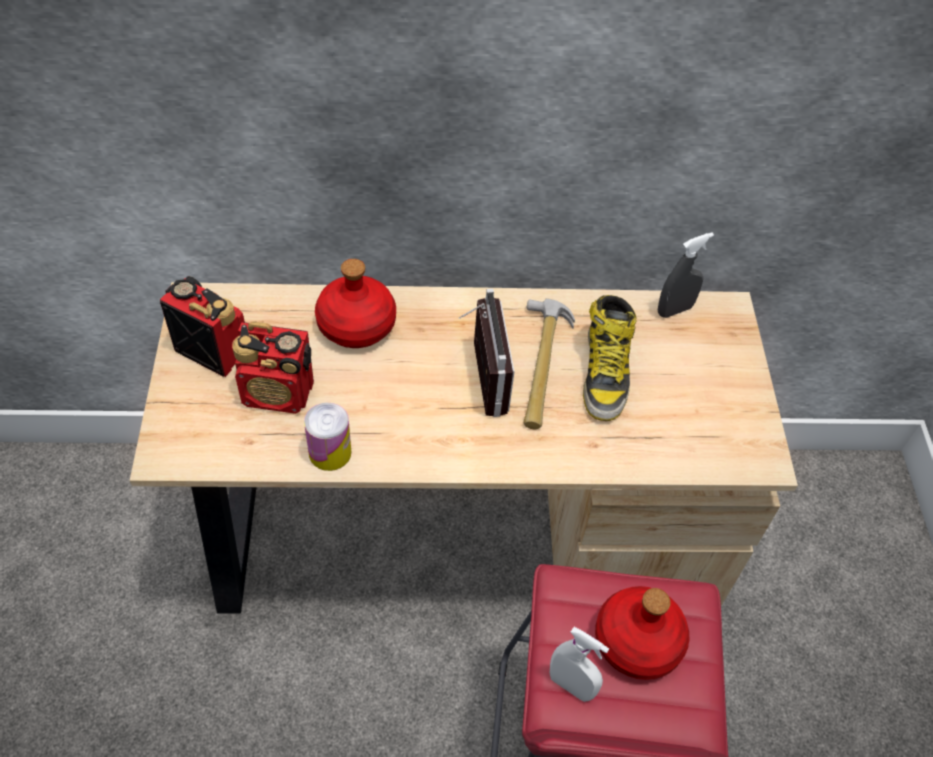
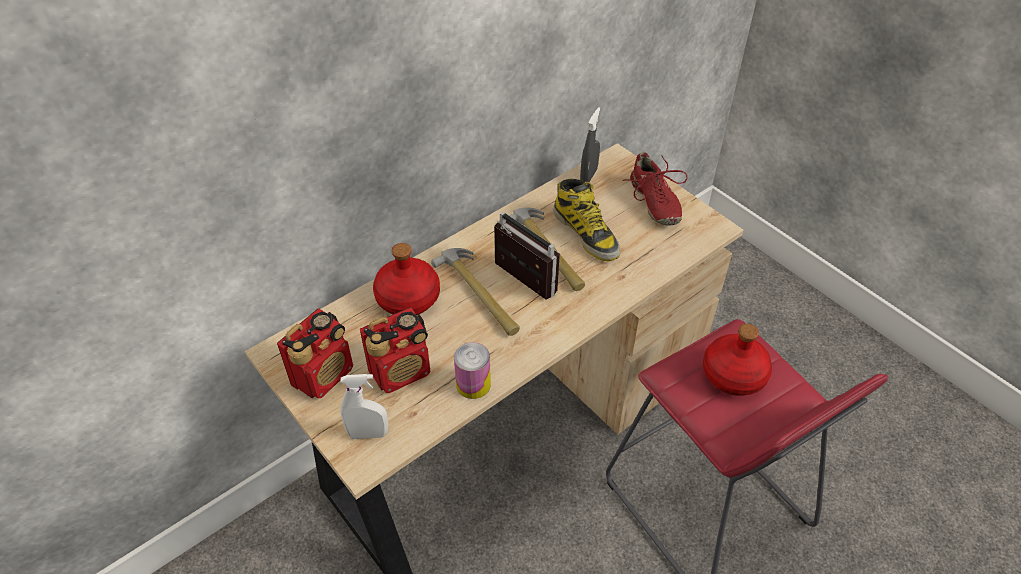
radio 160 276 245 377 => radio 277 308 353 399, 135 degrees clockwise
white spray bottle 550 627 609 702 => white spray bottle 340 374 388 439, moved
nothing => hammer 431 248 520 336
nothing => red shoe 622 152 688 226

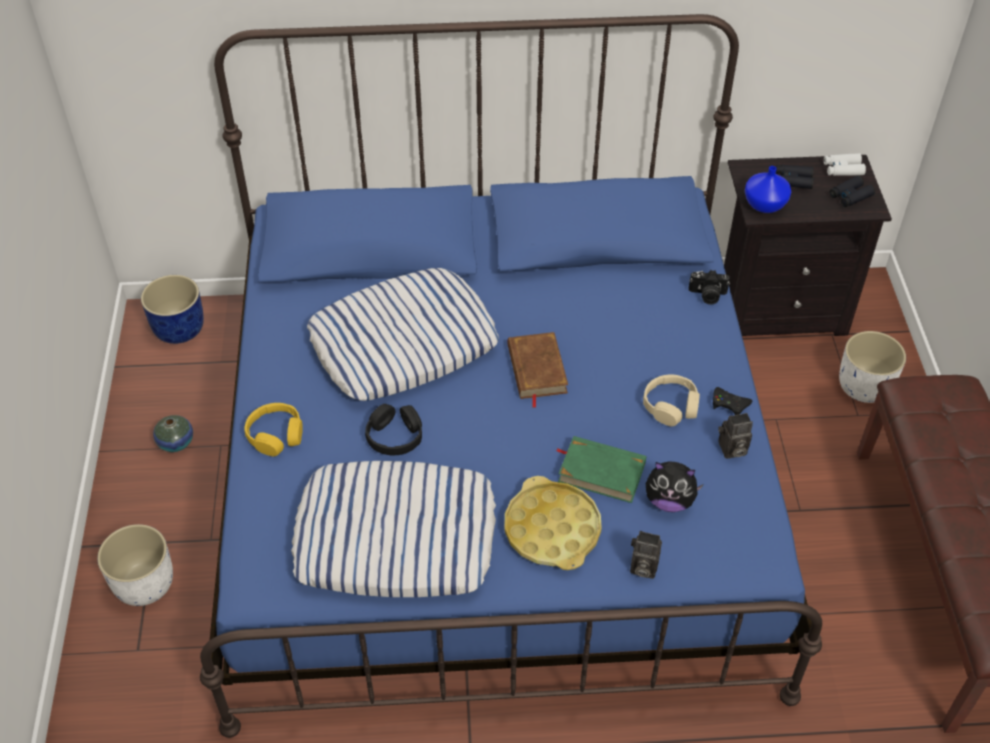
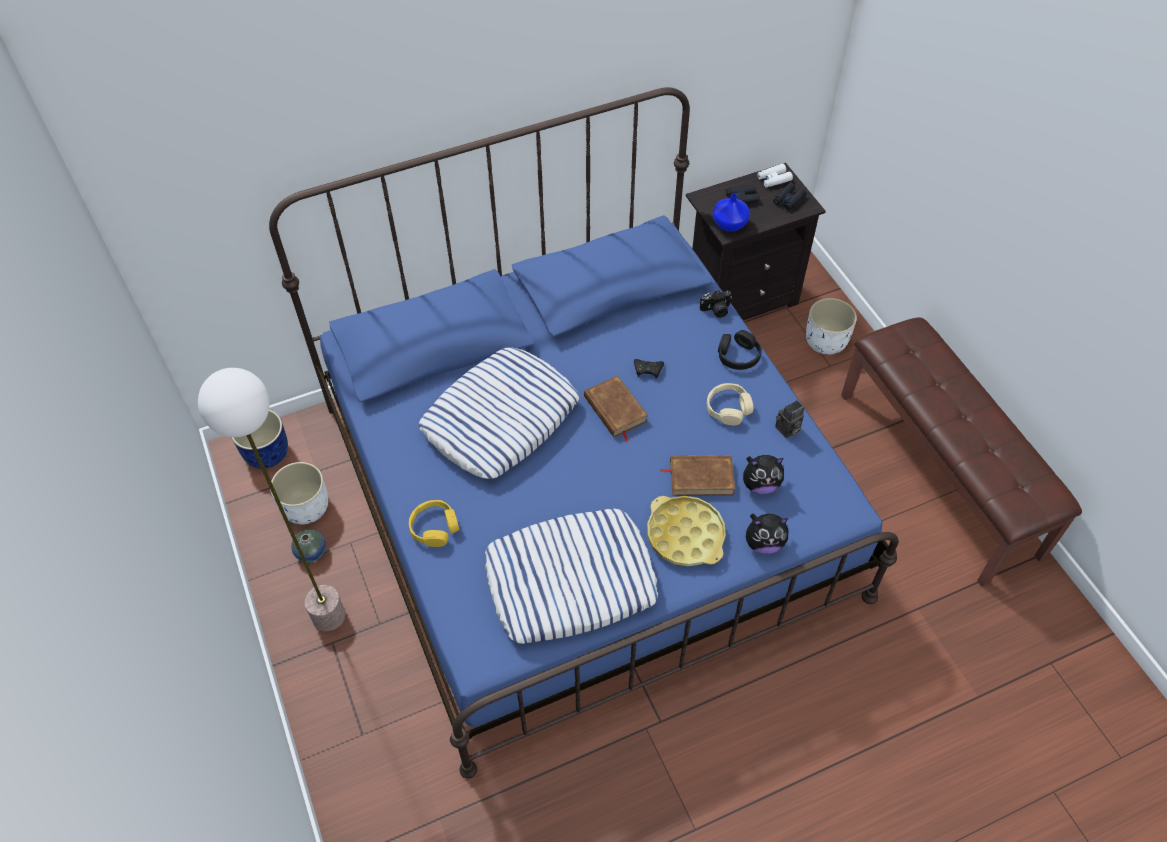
nothing => floor lamp 198 368 345 632
white planter 97 524 173 606 => white planter 270 462 328 524, moved
black game controller 713 387 752 415 => black game controller 634 359 664 379, moved
green book 556 436 646 503 => brown book 660 455 735 496
black headphones 365 404 422 455 => black headphones 718 330 762 370, moved
photo camera 630 531 662 579 => plush toy 746 513 789 554

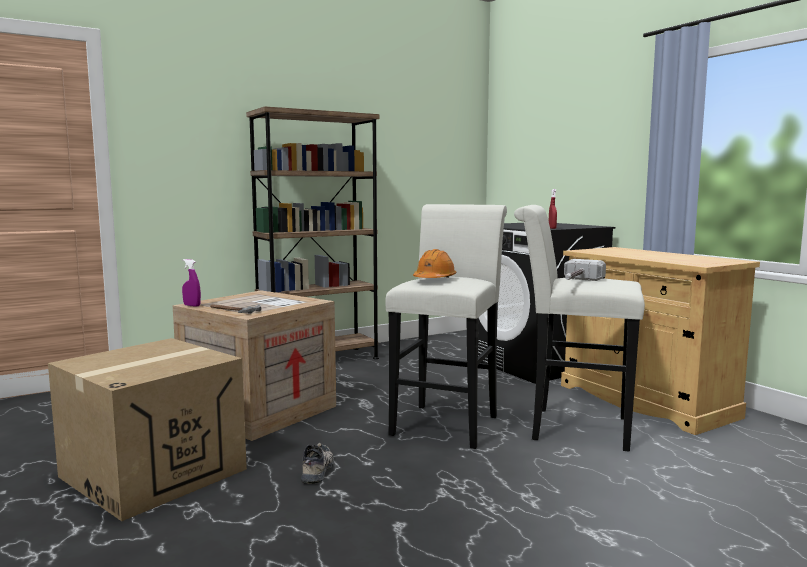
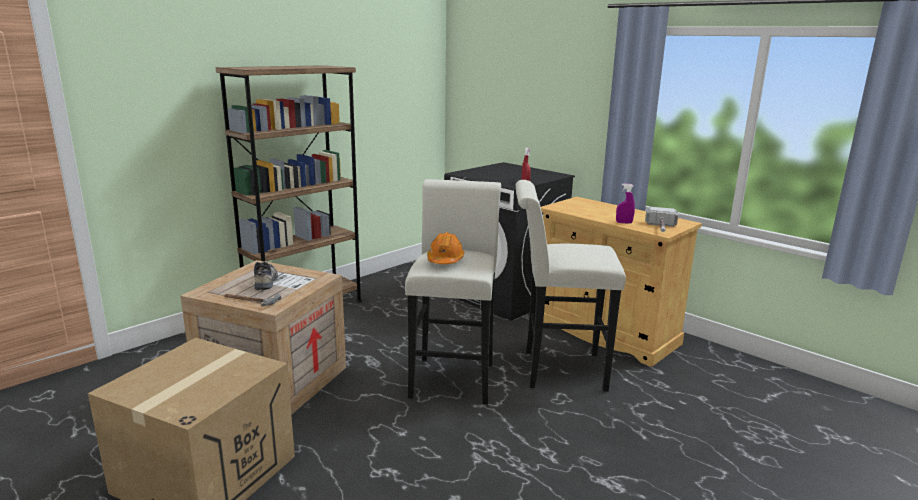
shoe 301 443 334 484 => shoe 254 261 278 290, moved
purple spray bottle 182 259 201 307 => purple spray bottle 616 183 635 224, moved
hammer 564 259 606 281 => hammer 645 207 678 232, moved

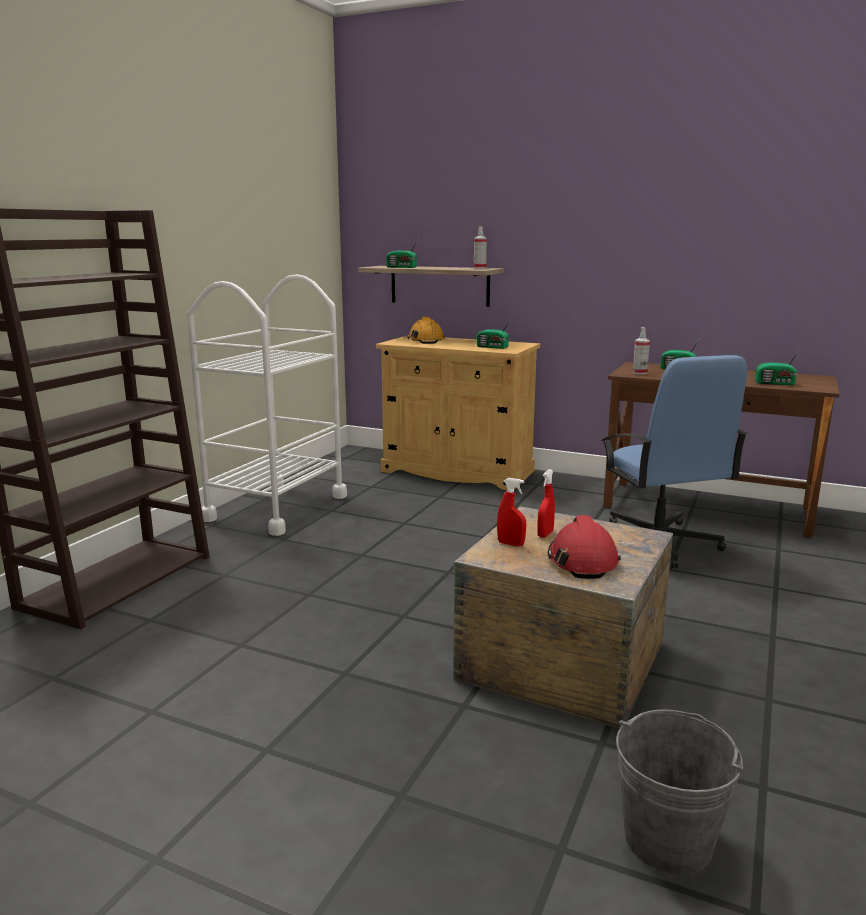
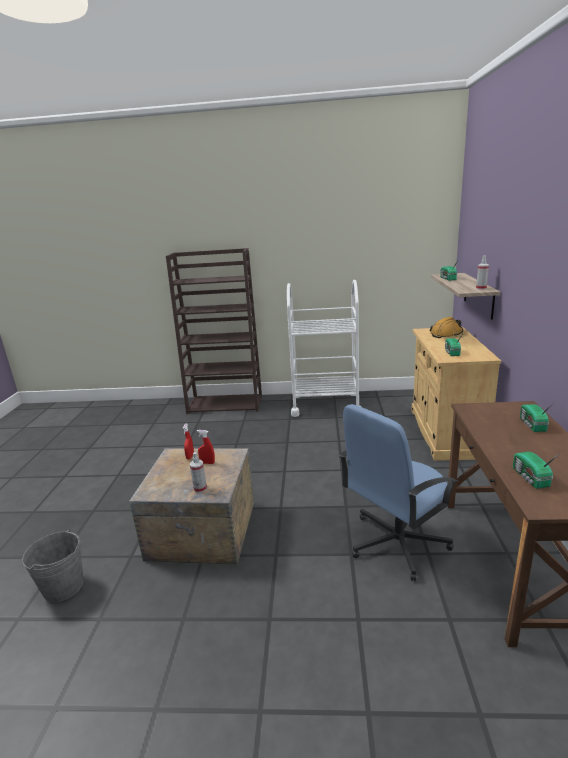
spray bottle 633 327 650 375 => spray bottle 190 452 207 493, moved
red hard hat 548 515 621 579 => nothing

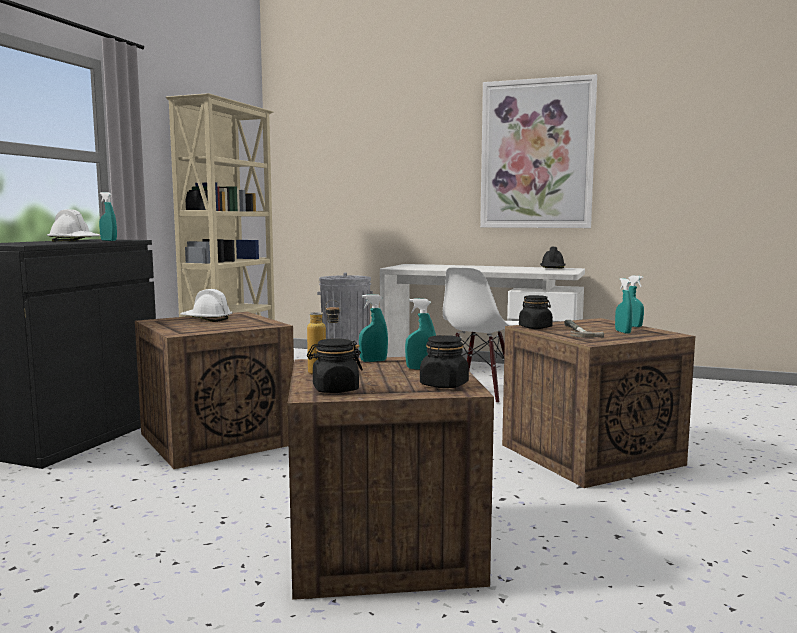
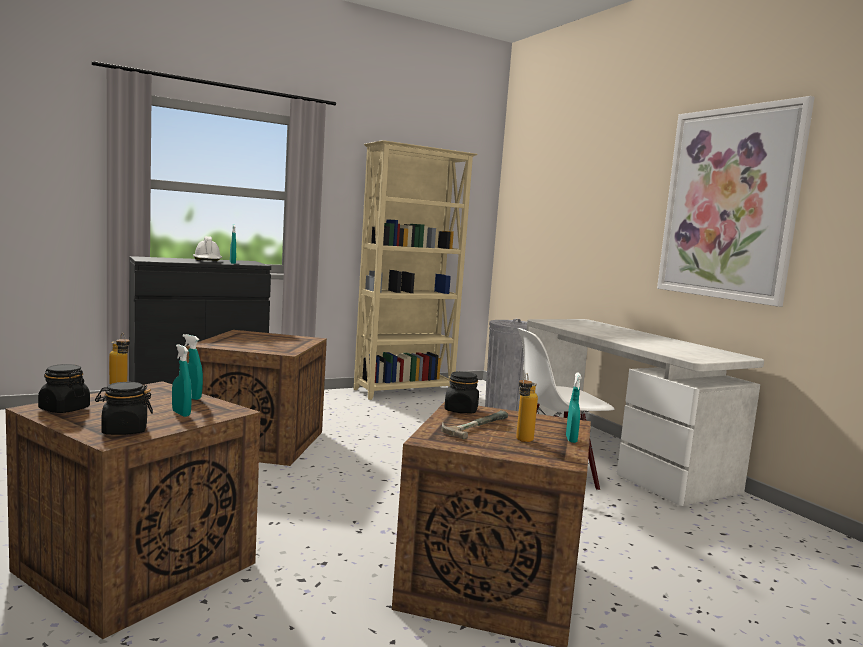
turquoise spray bottle 615 278 633 334 => bottle 516 373 538 442
white hard hat 180 289 233 322 => nothing
black hard hat 540 247 566 268 => nothing

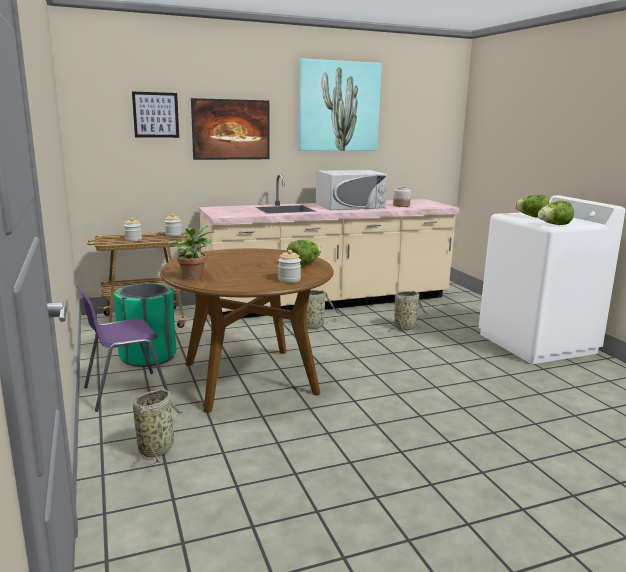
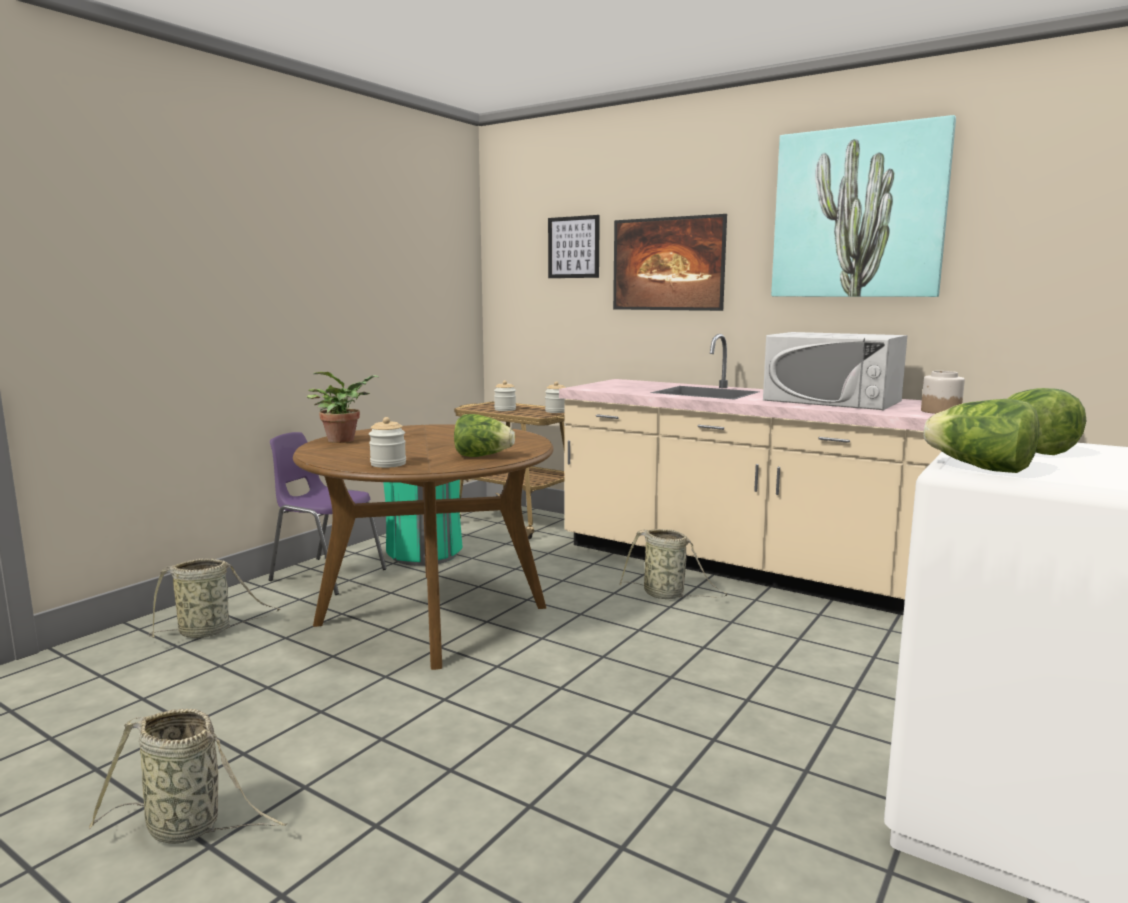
basket 388 291 428 331 => basket 89 709 287 844, moved

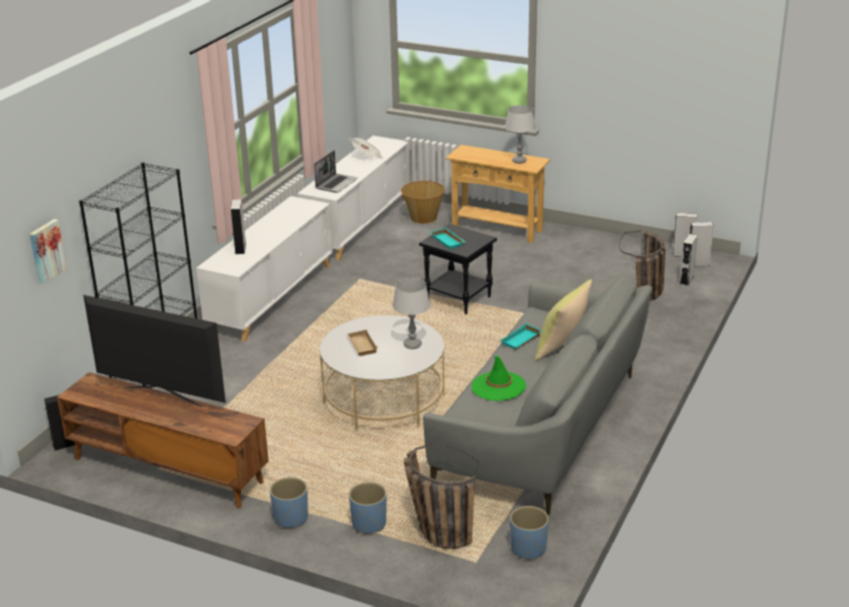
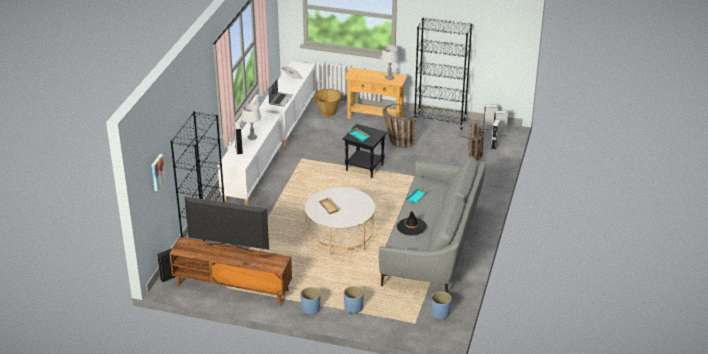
grey table lamp 393 278 431 349 => grey table lamp 241 103 261 140, moved
basket 404 443 479 549 => basket 382 104 416 148, moved
green hat 472 356 526 401 => black hat 397 211 427 236
nothing => black bookcase 414 17 472 130
yellow pillow 534 279 592 361 => nothing

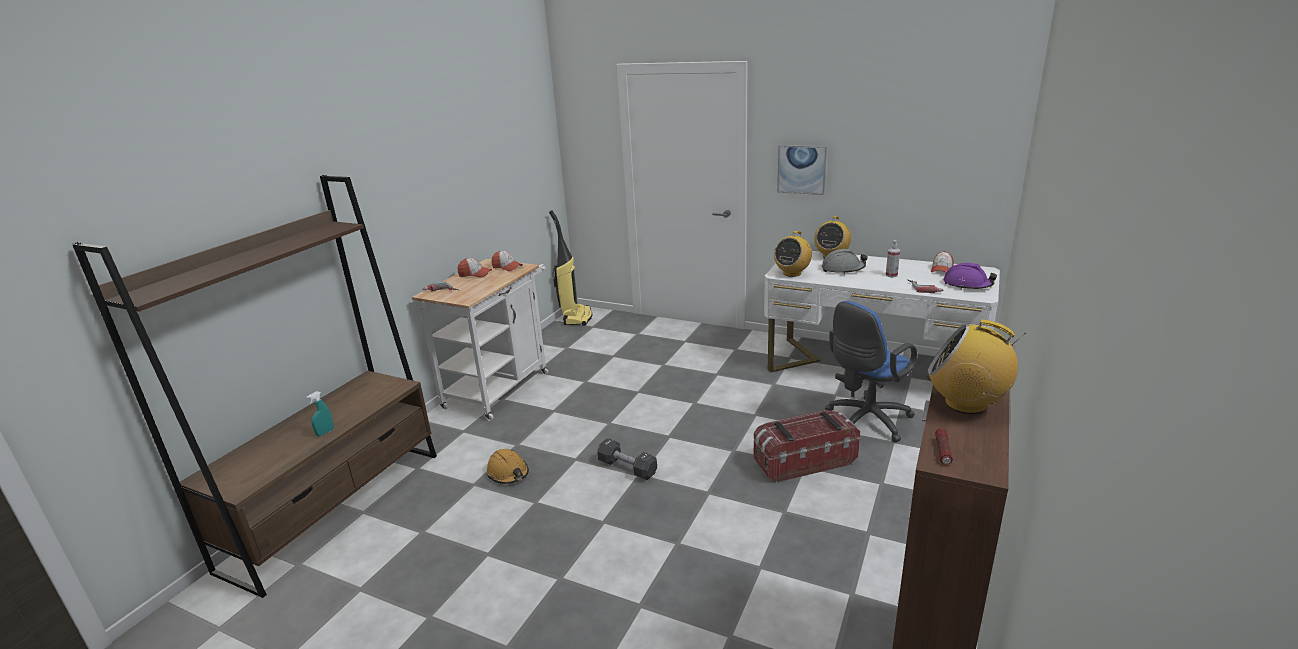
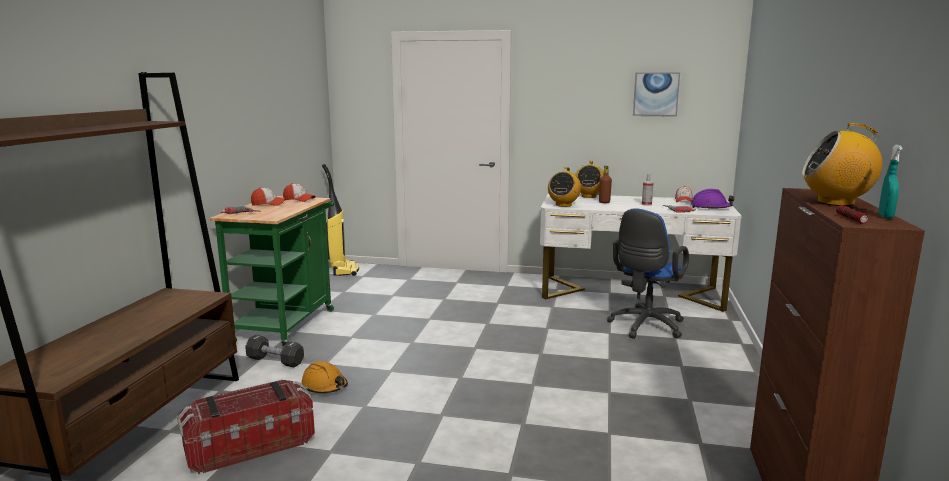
storage box 754 410 860 483 => storage box 177 380 315 474, moved
white cart 412 259 549 421 => green cart 210 196 334 347
black dumbbell 597 438 657 480 => black dumbbell 245 335 304 368, moved
grey hard hat 822 249 868 274 => brown bottle 599 165 612 203
picture 777 145 827 195 => picture 633 72 680 117, moved
turquoise spray bottle 306 391 334 436 => turquoise spray bottle 878 145 903 219, moved

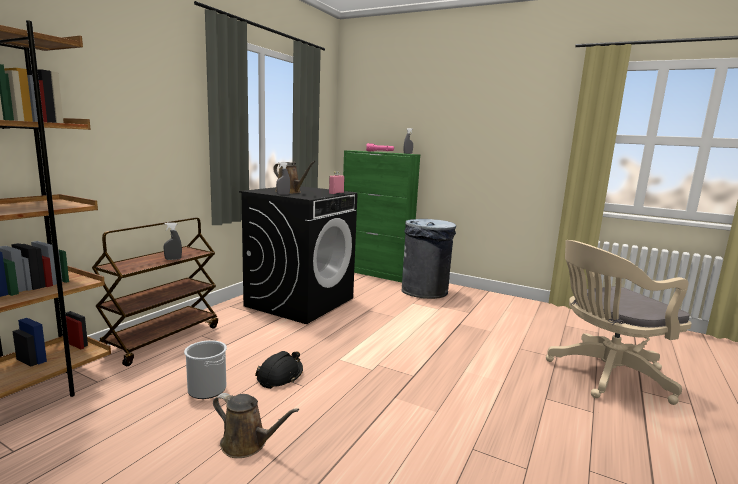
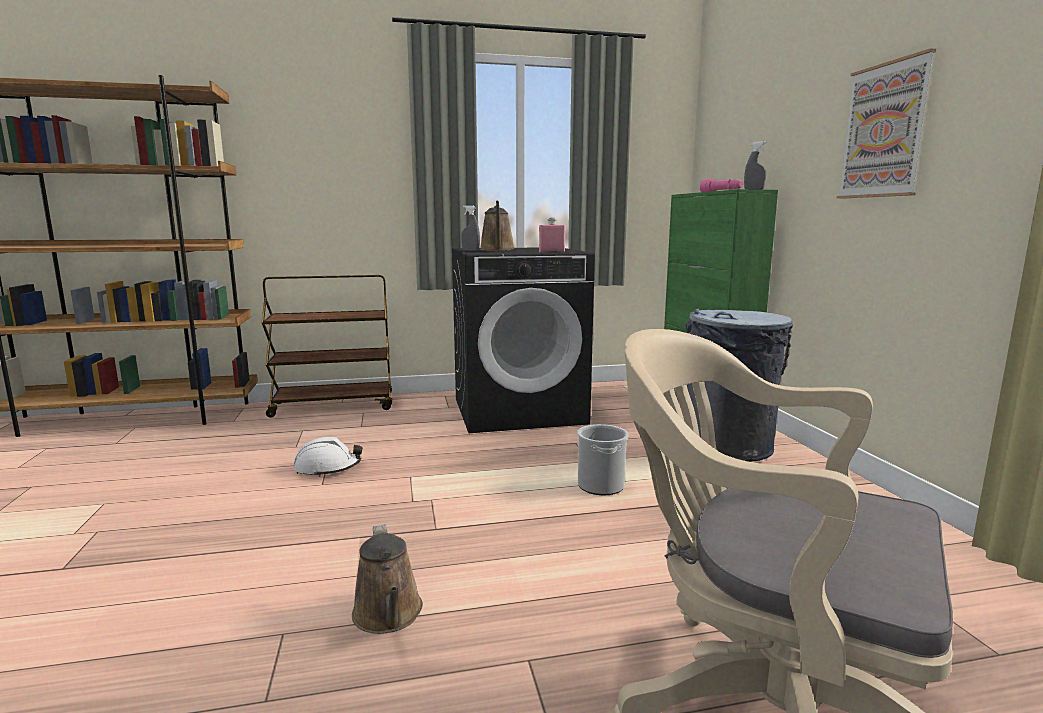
black hard hat 255 351 303 389 => white hard hat 293 437 362 477
brown watering can 213 393 299 458 => brown watering can 352 524 423 634, moved
bucket 184 340 227 399 => bucket 577 424 628 495, moved
nothing => picture 837 48 936 199
grey spray bottle 164 223 182 260 => nothing

